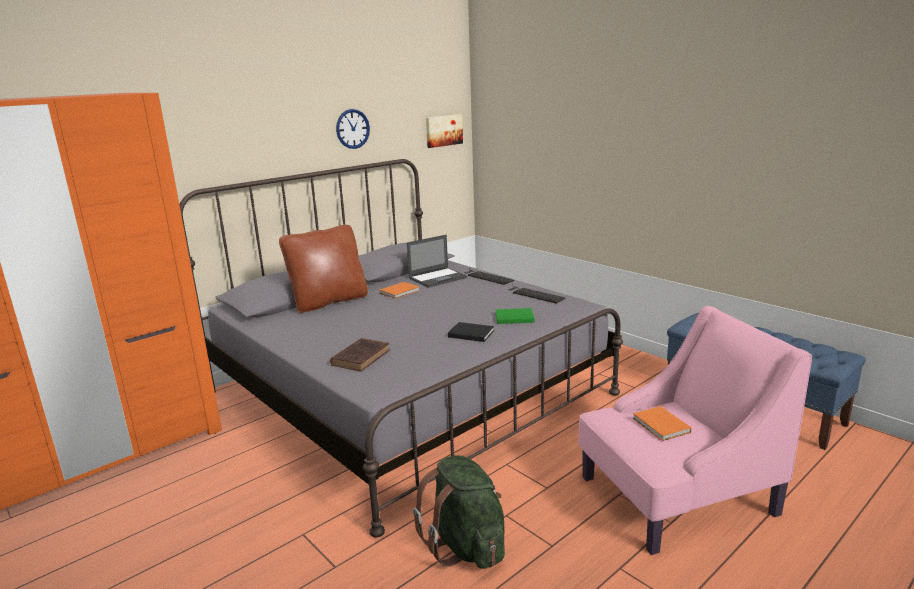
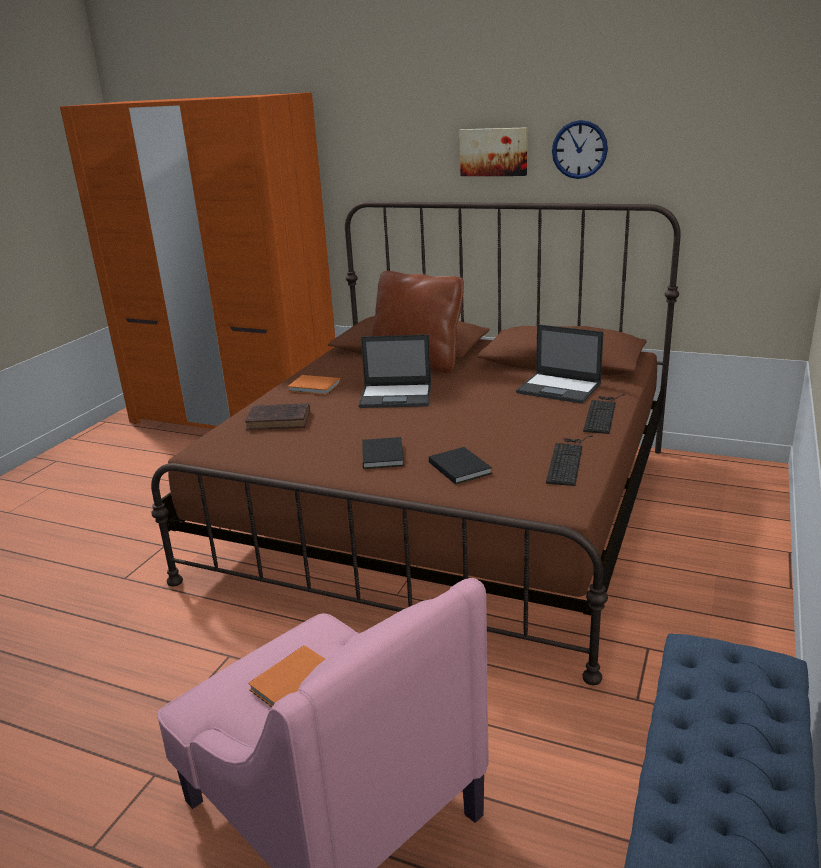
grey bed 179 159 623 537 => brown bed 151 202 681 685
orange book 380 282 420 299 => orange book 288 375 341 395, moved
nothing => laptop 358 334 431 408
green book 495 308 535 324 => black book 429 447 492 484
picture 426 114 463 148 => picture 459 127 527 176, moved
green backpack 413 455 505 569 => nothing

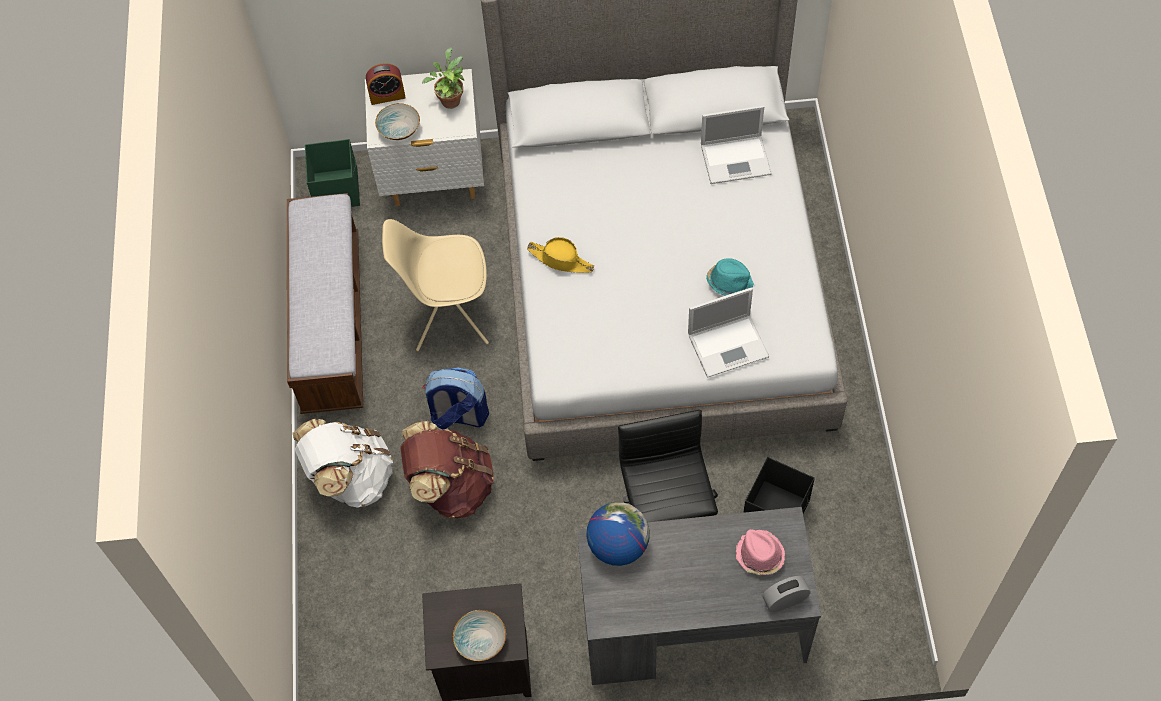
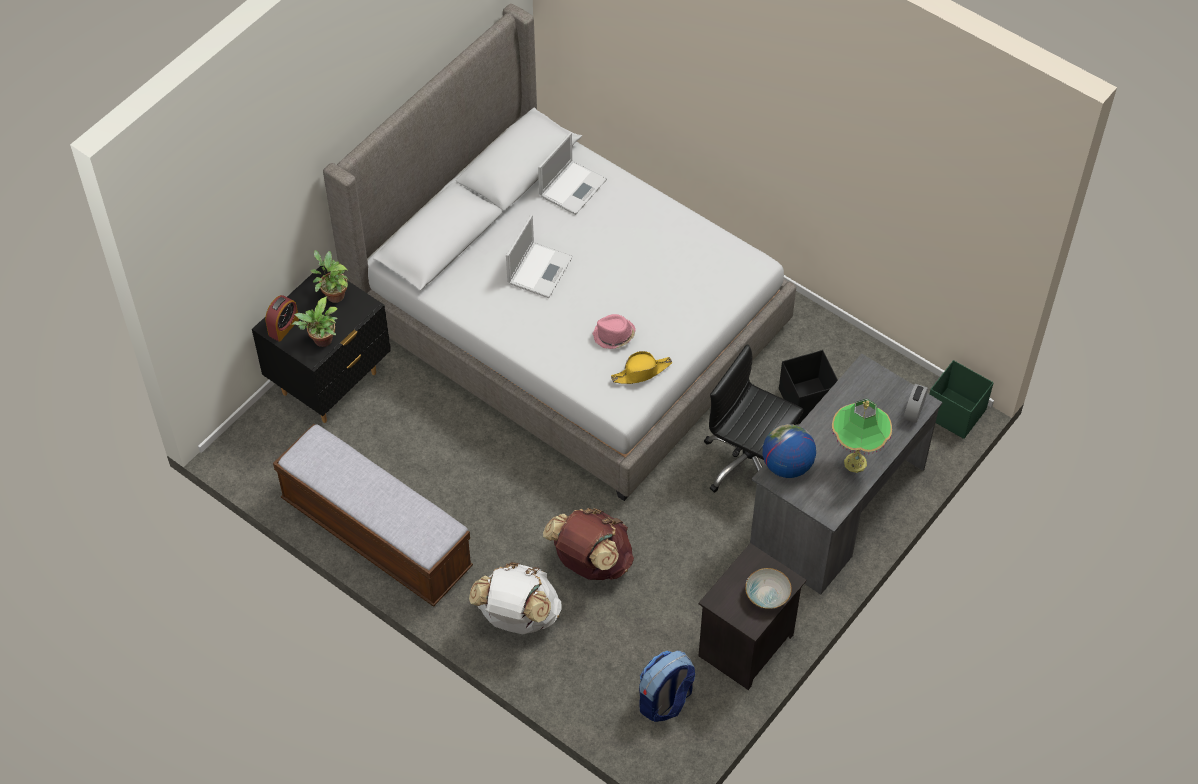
white nightstand 365 69 484 206 => black nightstand 252 266 391 423
bowl 375 103 420 140 => potted plant 292 296 338 347
laptop 688 287 769 378 => laptop 506 214 573 298, moved
pink hat 736 529 785 575 => pink hat 592 314 636 349, moved
yellow hat 527 237 594 273 => yellow hat 611 351 672 384, moved
backpack 423 367 489 429 => backpack 639 651 695 722, moved
nothing => table lamp 831 398 892 473
green storage box 305 139 360 207 => green storage box 930 360 993 439, moved
beige chair 382 219 489 351 => nothing
turquoise hat 706 258 754 296 => nothing

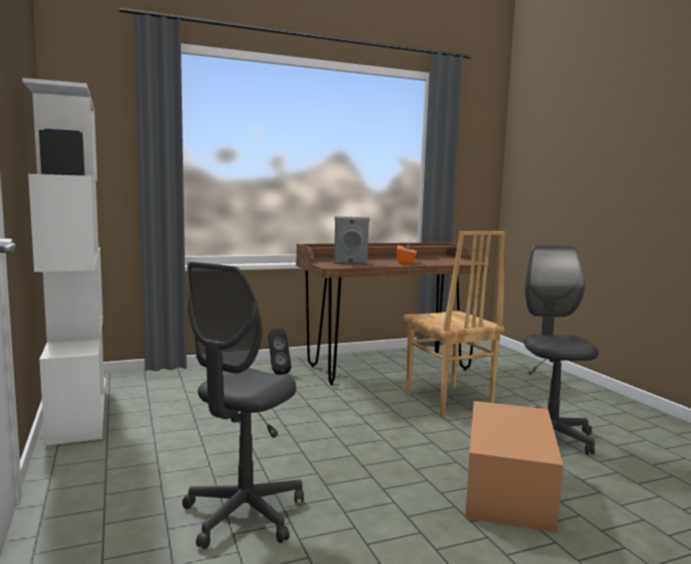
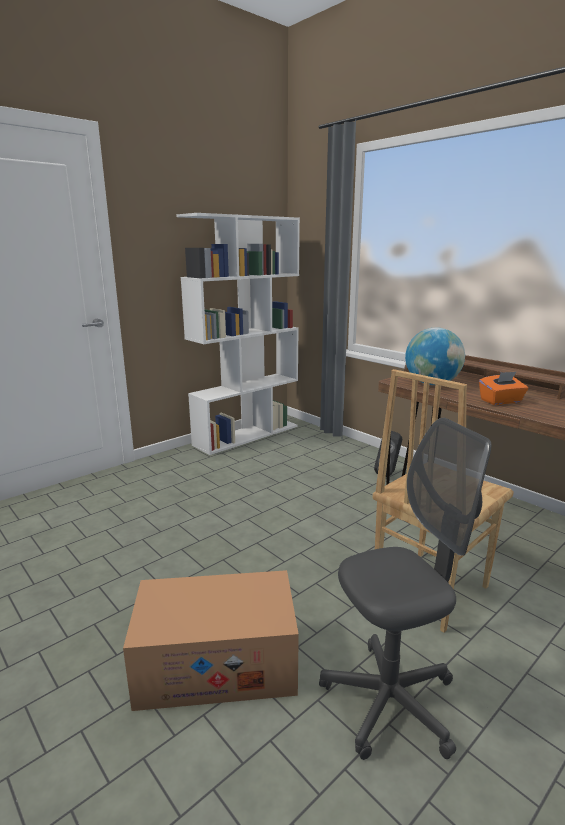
grey speaker 334 216 370 265 => globe 405 327 465 385
grey office chair 182 262 304 549 => nothing

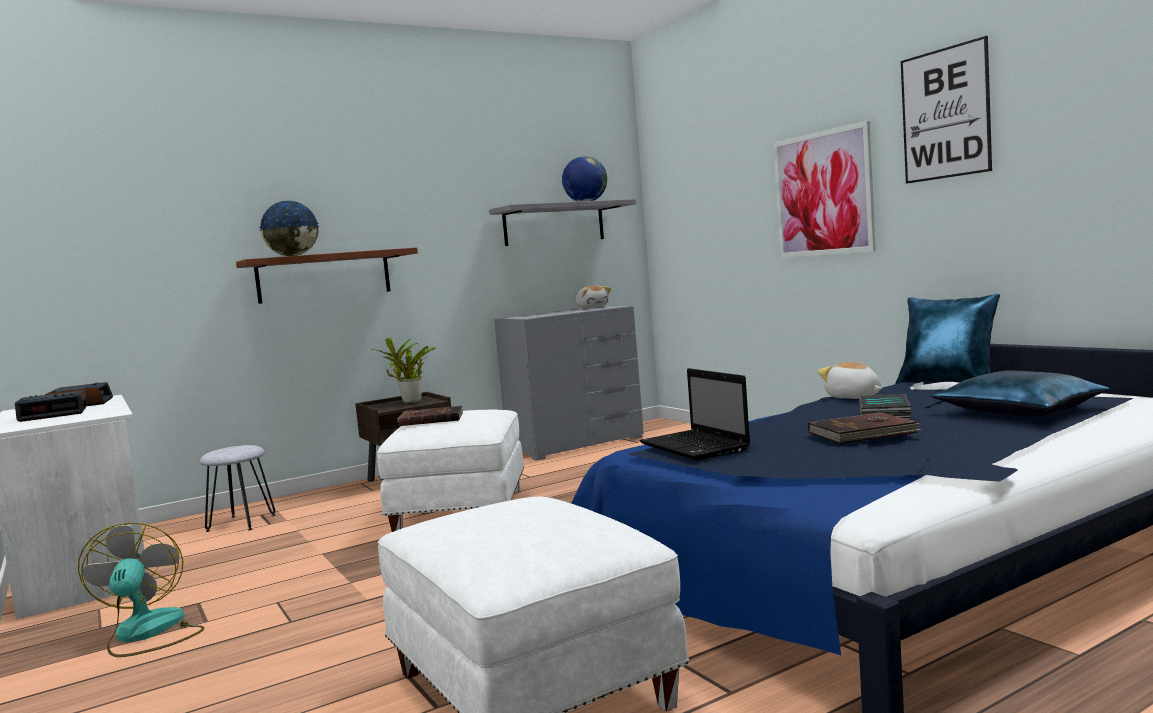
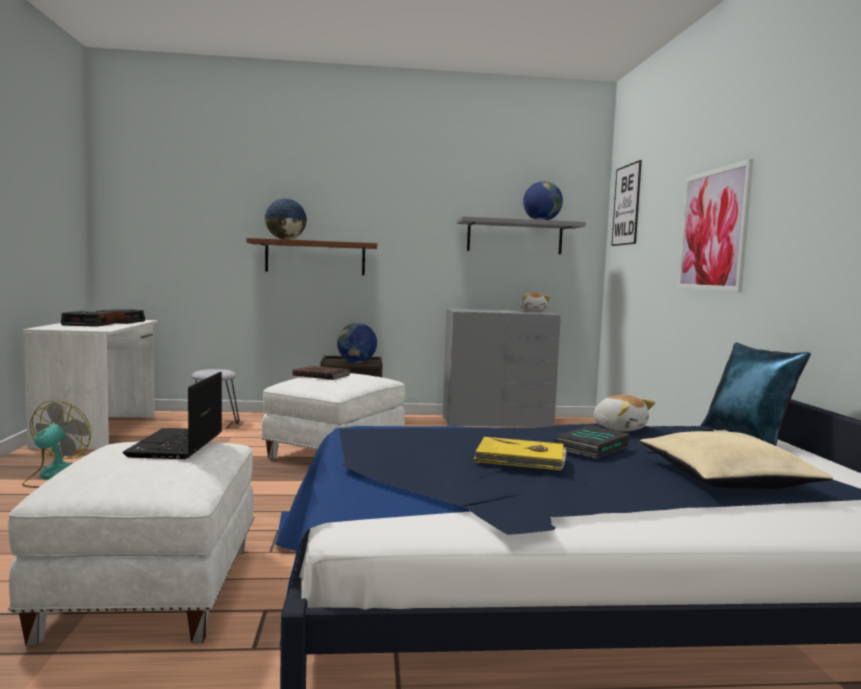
laptop 640 368 750 460 => laptop 123 372 222 459, moved
potted plant 371 337 435 404 => globe 337 323 377 363
brown book 808 412 921 444 => yellow book 474 437 567 471
plush toy 818 362 882 399 => plush toy 593 395 655 432, 150 degrees clockwise
picture 901 36 992 184 => picture 612 160 642 246, moved
blue pillow 930 370 1109 417 => beige pillow 640 431 833 489

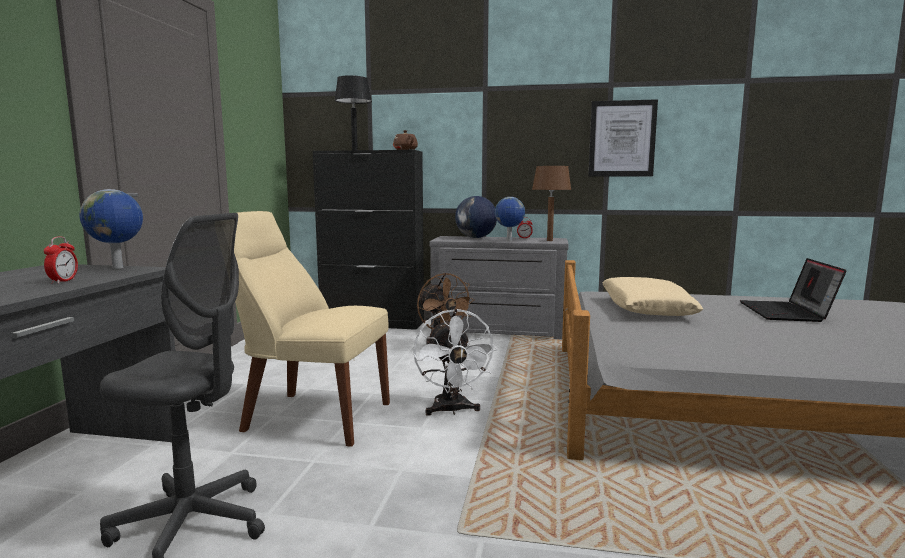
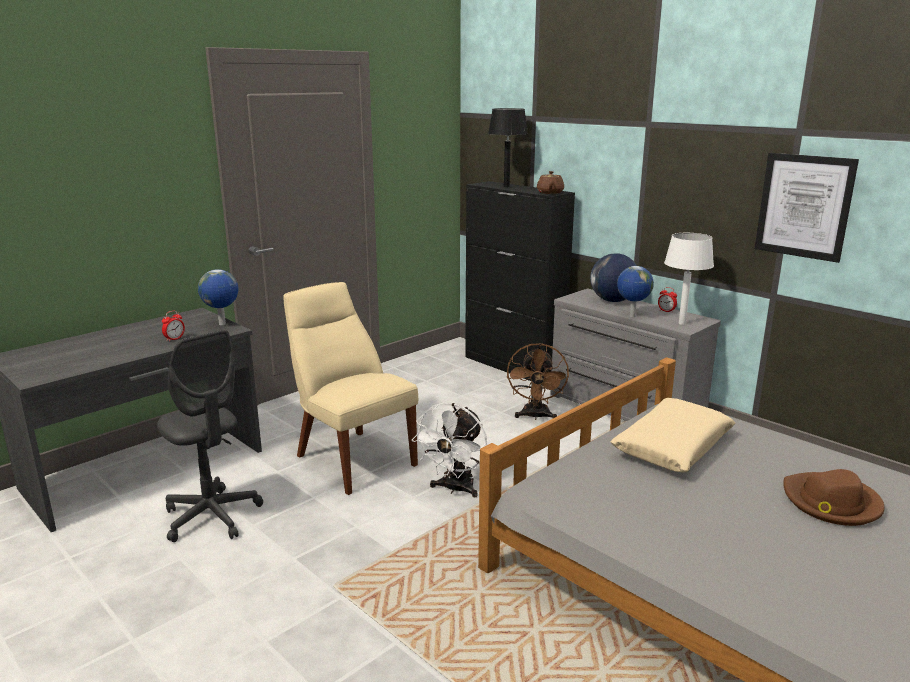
brown table lamp 532 166 571 241 => white table lamp 664 233 714 325
laptop 740 258 847 322 => brown hat 783 469 884 526

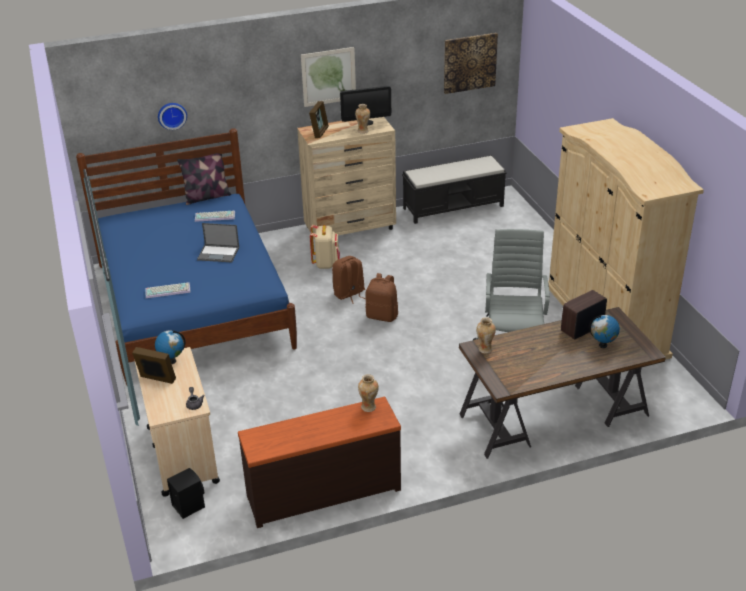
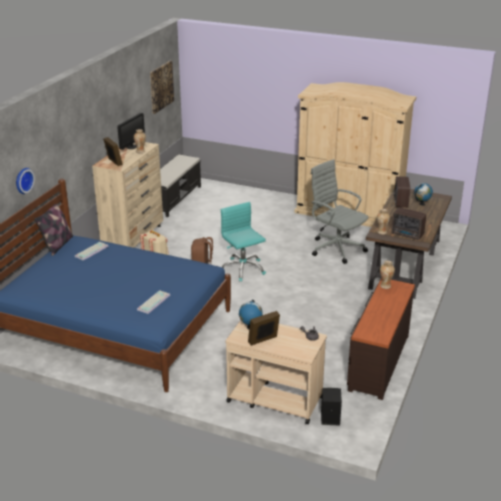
brown backpack 365 273 398 322 => turquoise office chair 221 202 266 282
nothing => radio 391 207 426 240
laptop 197 223 239 263 => nothing
picture 301 47 356 107 => nothing

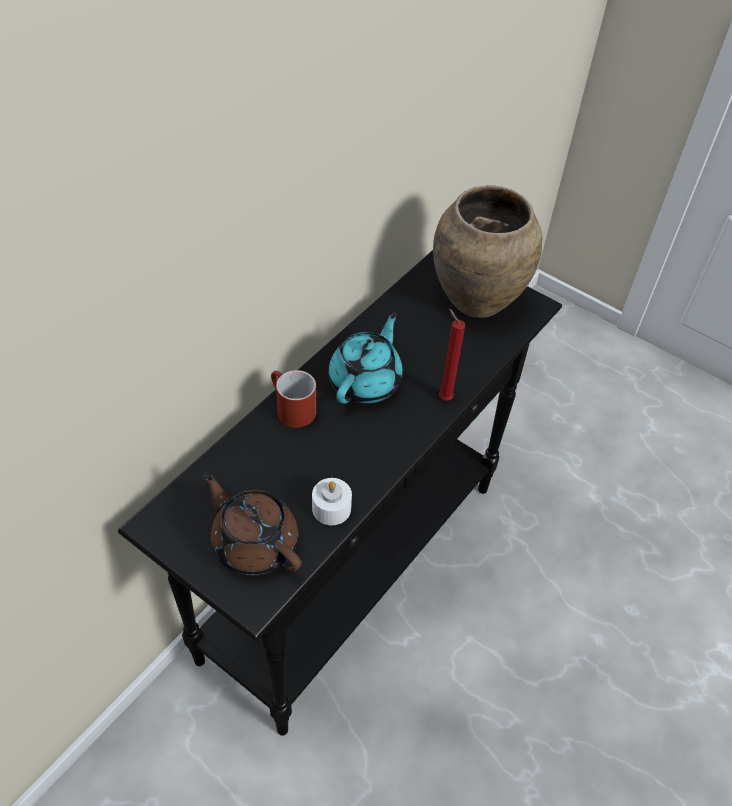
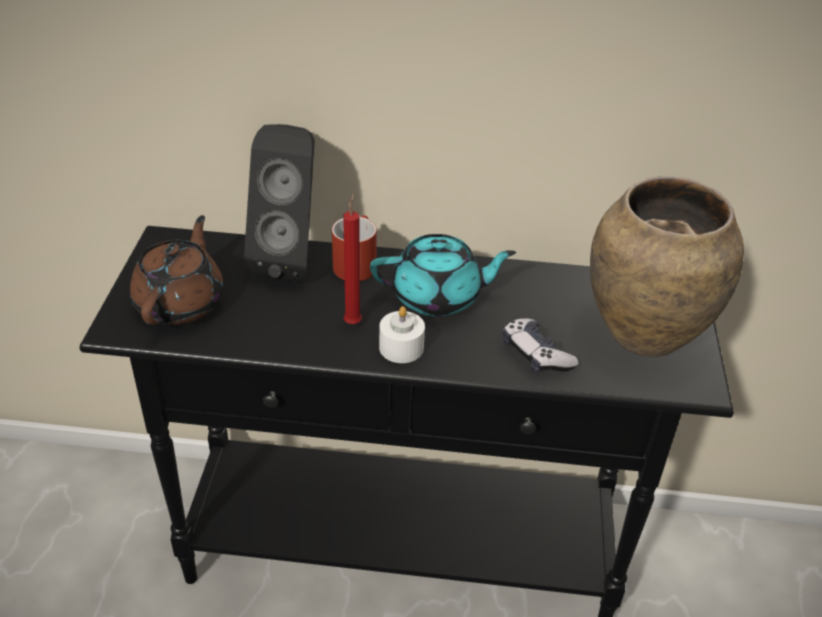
nothing => black speaker 244 124 314 282
red candle 439 308 465 401 => red candle 343 193 362 324, moved
white candle 312 478 352 525 => white candle 379 306 425 363, moved
nothing => game controller 503 318 579 373

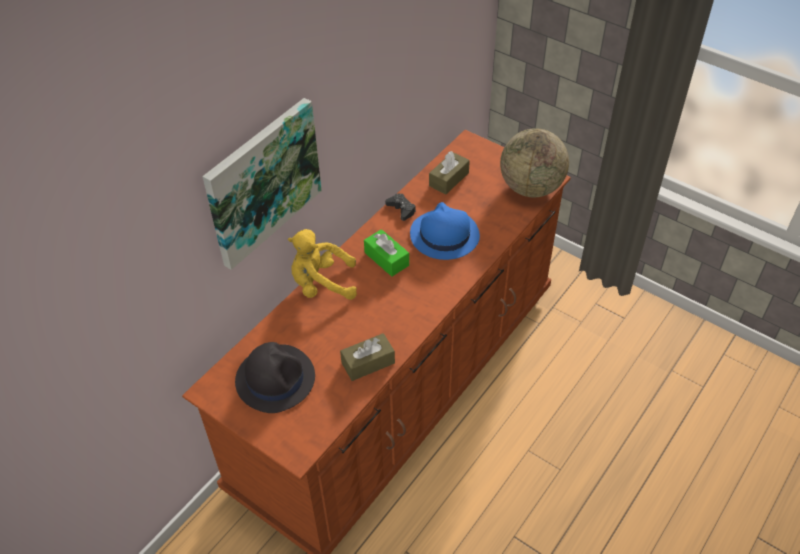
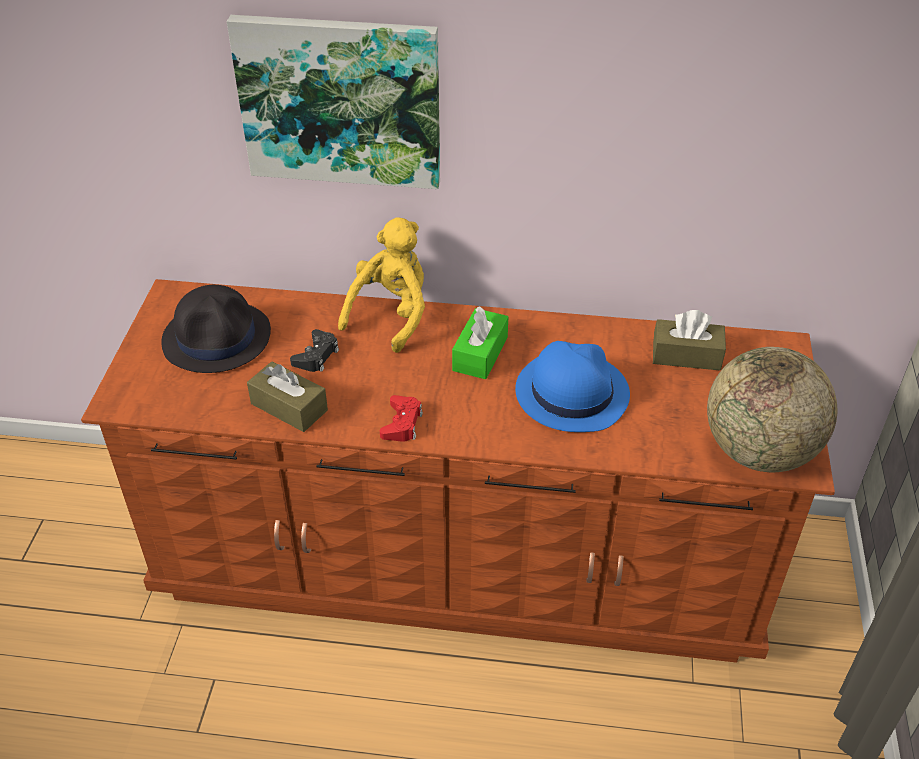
black game controller 385 194 416 221 => black game controller 290 329 339 372, moved
yellow plush toy 288 229 357 300 => yellow plush toy 338 217 425 353, 60 degrees clockwise
nothing => red game controller 380 395 423 442

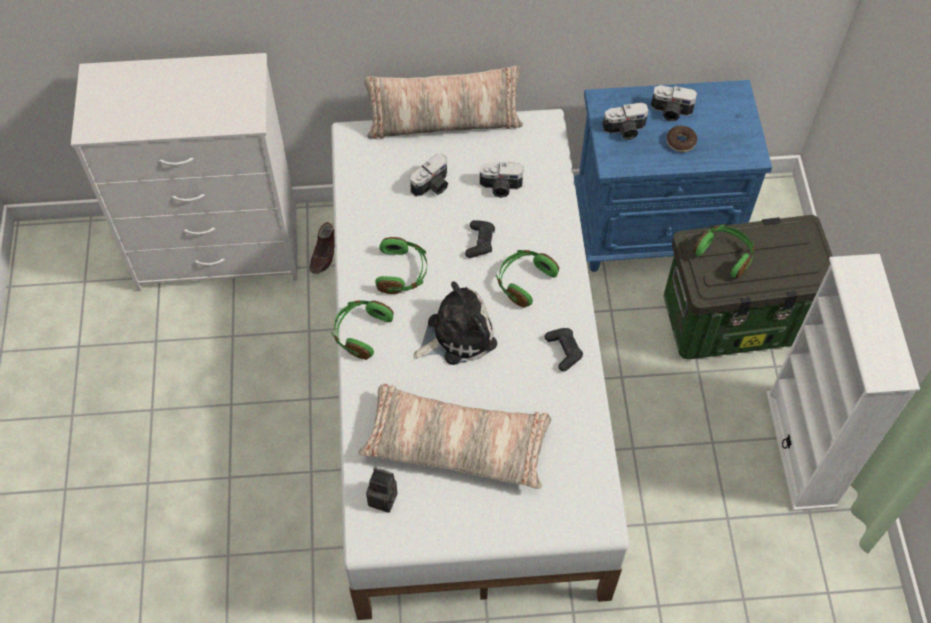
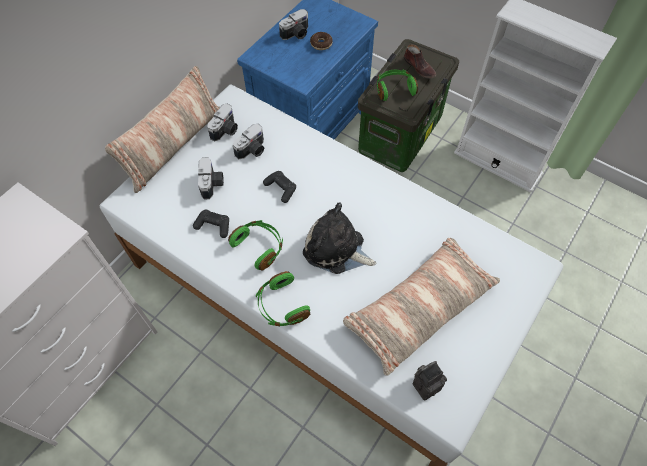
black game controller 545 328 583 371 => black game controller 193 210 229 238, moved
photo camera 603 102 649 140 => photo camera 208 104 238 141, moved
plush toy 414 281 497 365 => plush toy 303 203 376 274, 75 degrees counterclockwise
brown shoe 309 222 335 274 => brown shoe 403 44 436 79, moved
green headphones 496 250 559 308 => nothing

